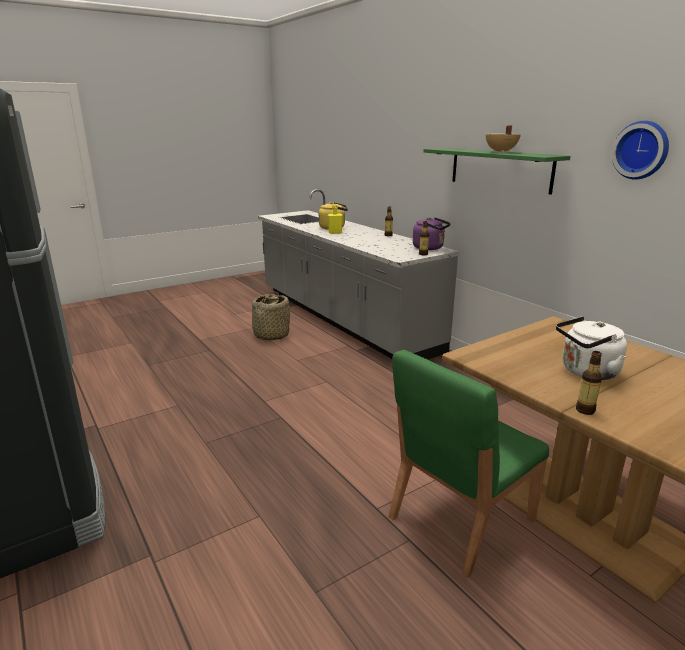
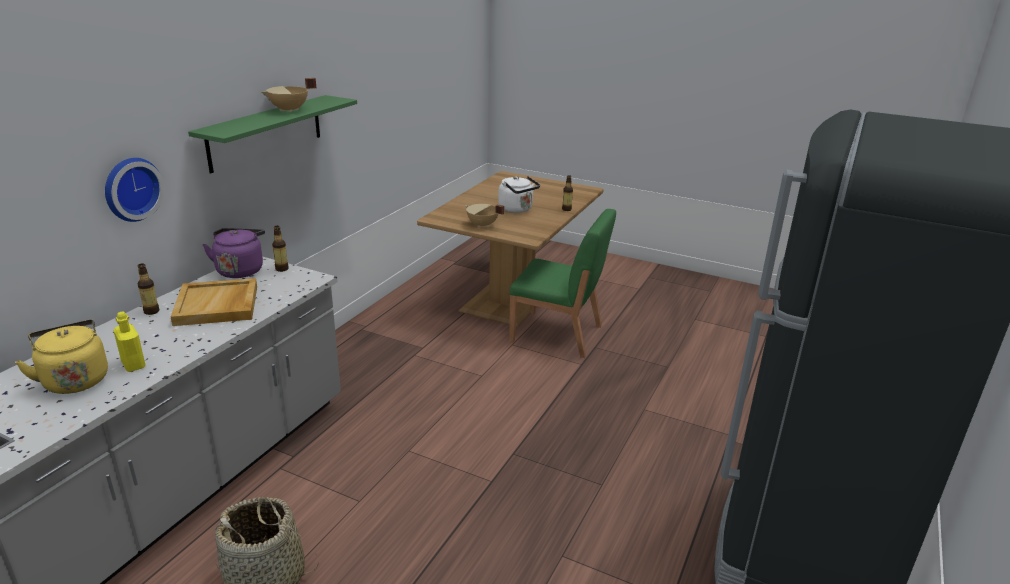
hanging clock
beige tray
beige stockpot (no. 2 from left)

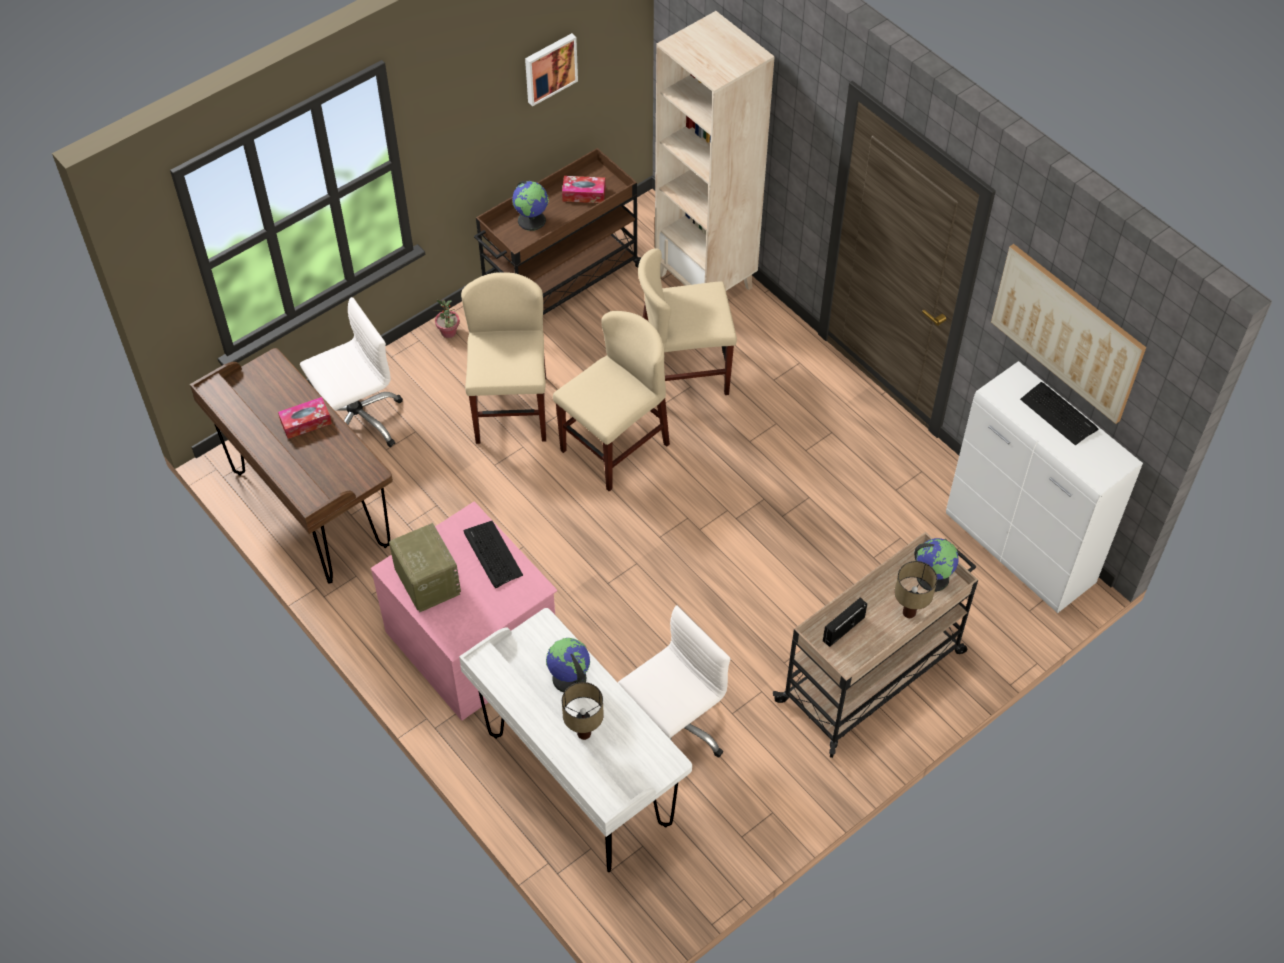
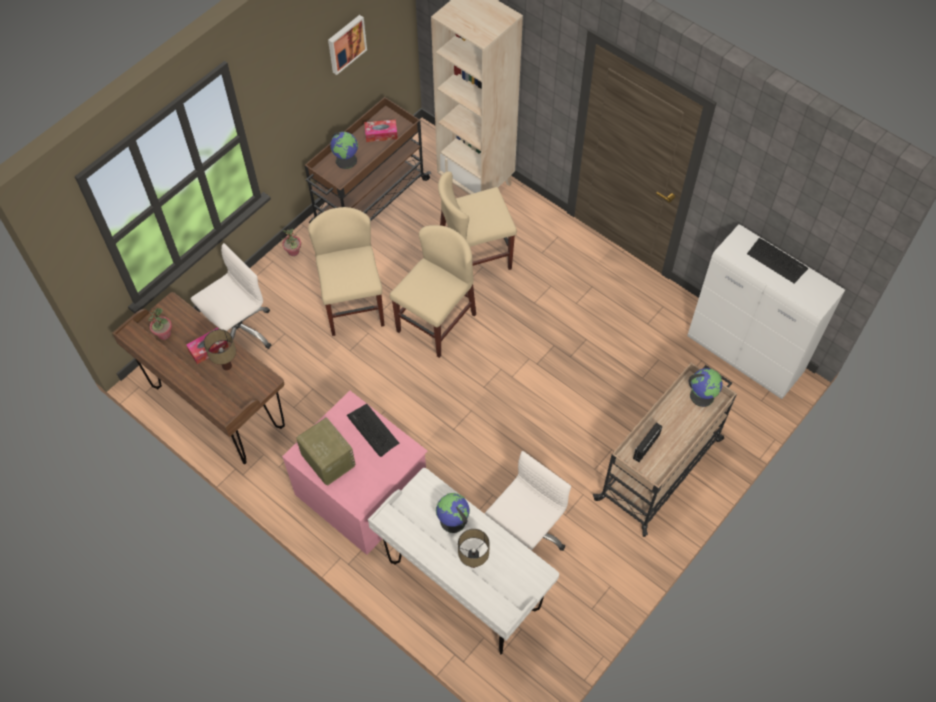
lamp for a table (no. 1 from left)
wall art (no. 2 from left in the first image)
potted plant (no. 1 from left)

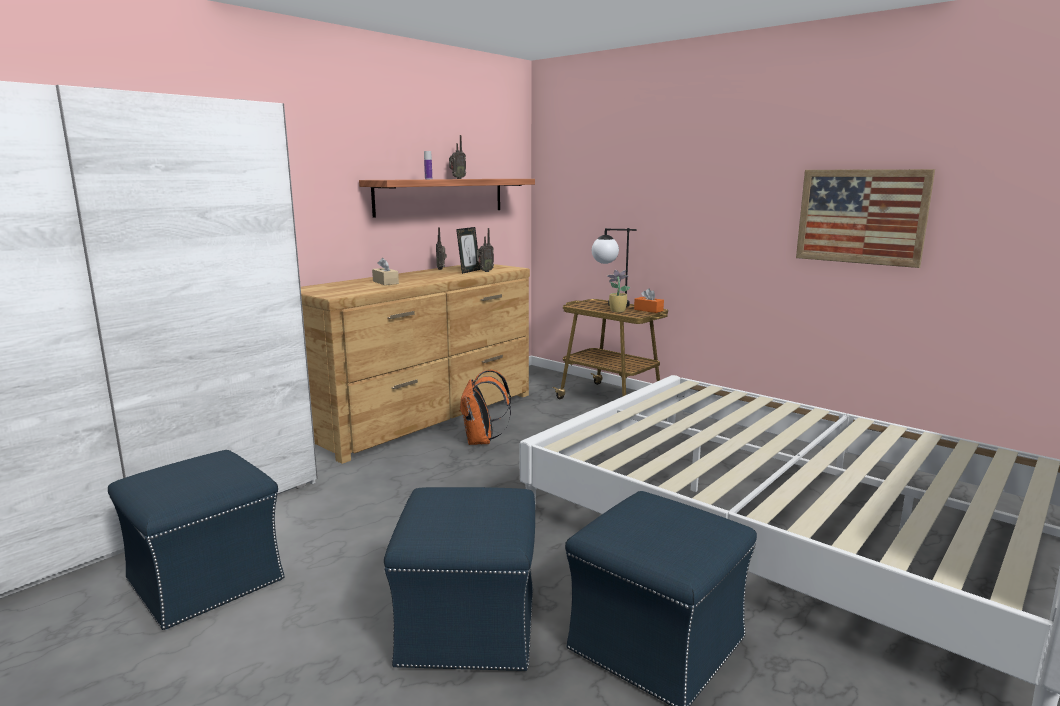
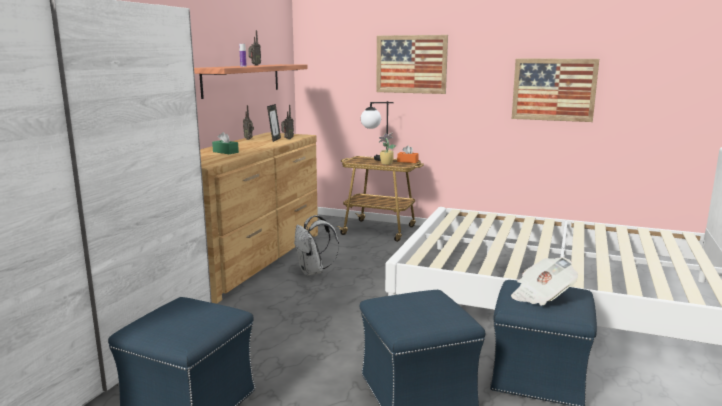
green-coloured tissue box
white knapsack
wall art (no. 1 from left)
newspaper

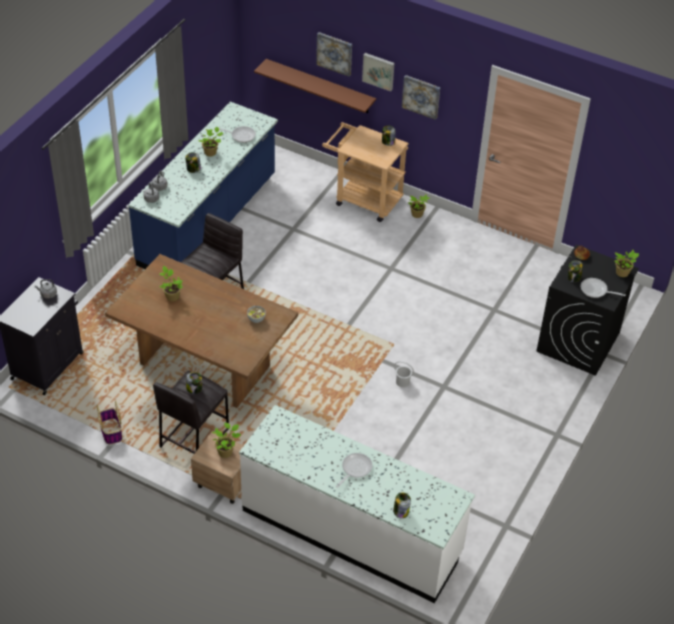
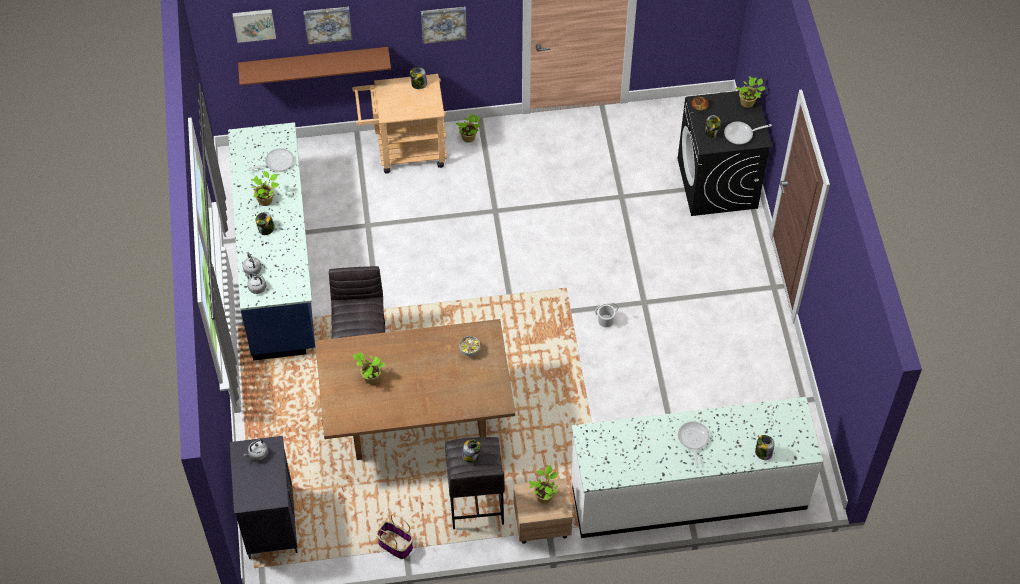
wall art (no. 1 from left)

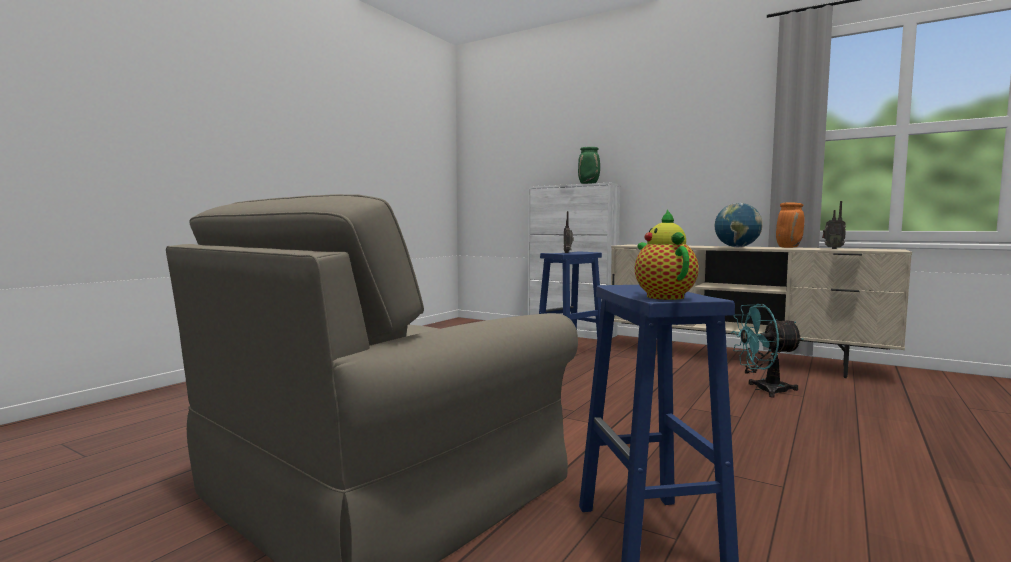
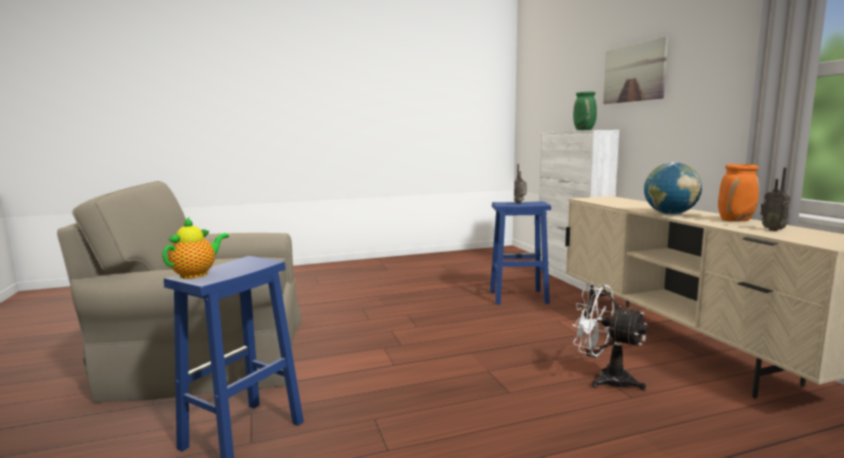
white fan
wall art

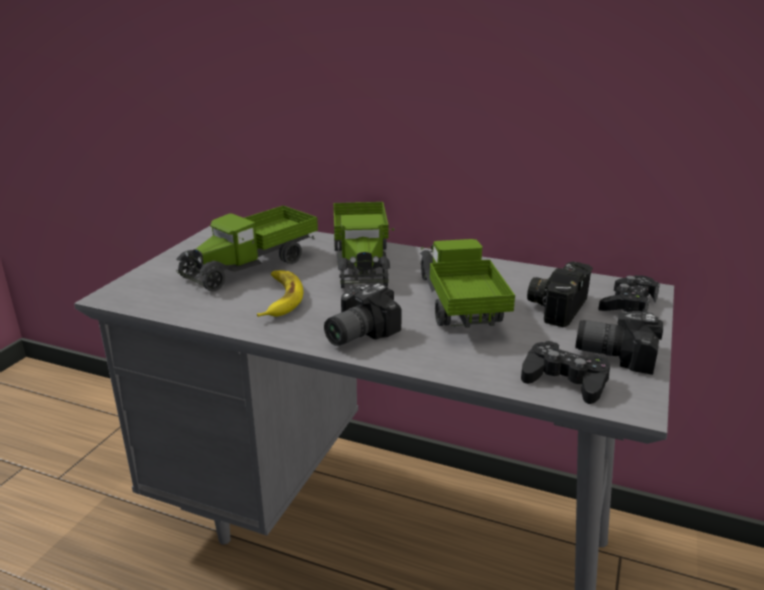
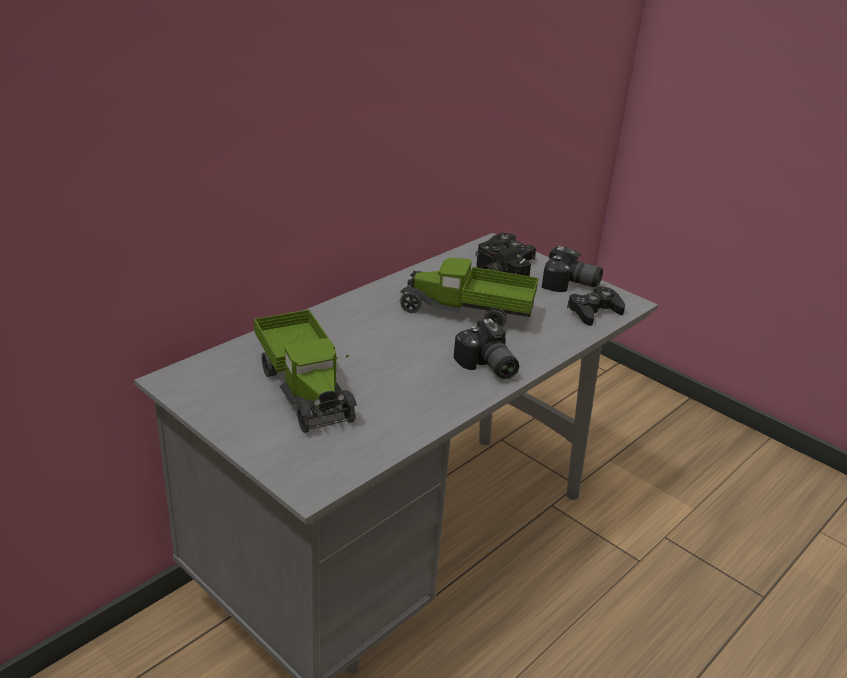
banana fruit
toy truck (no. 2 from left in the first image)
still camera (no. 3 from left)

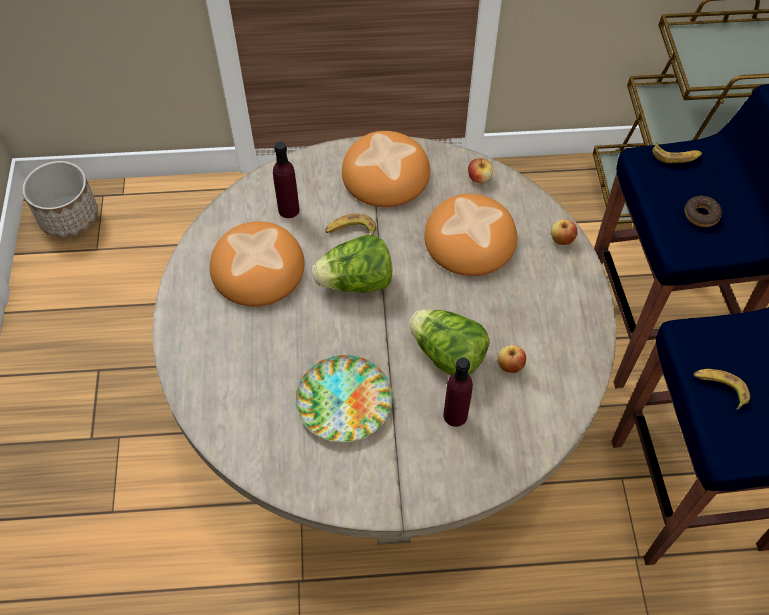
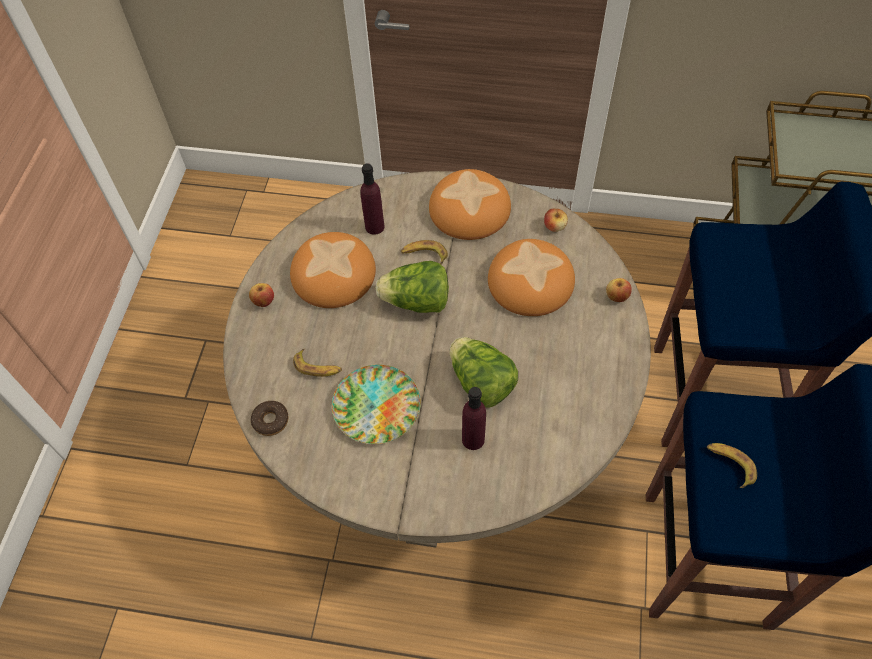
flower pot
apple fruit (no. 1 from left)
banana fruit (no. 1 from left)
donut

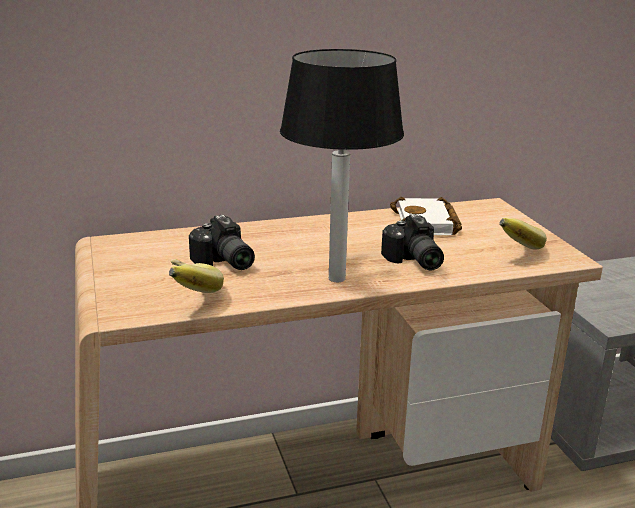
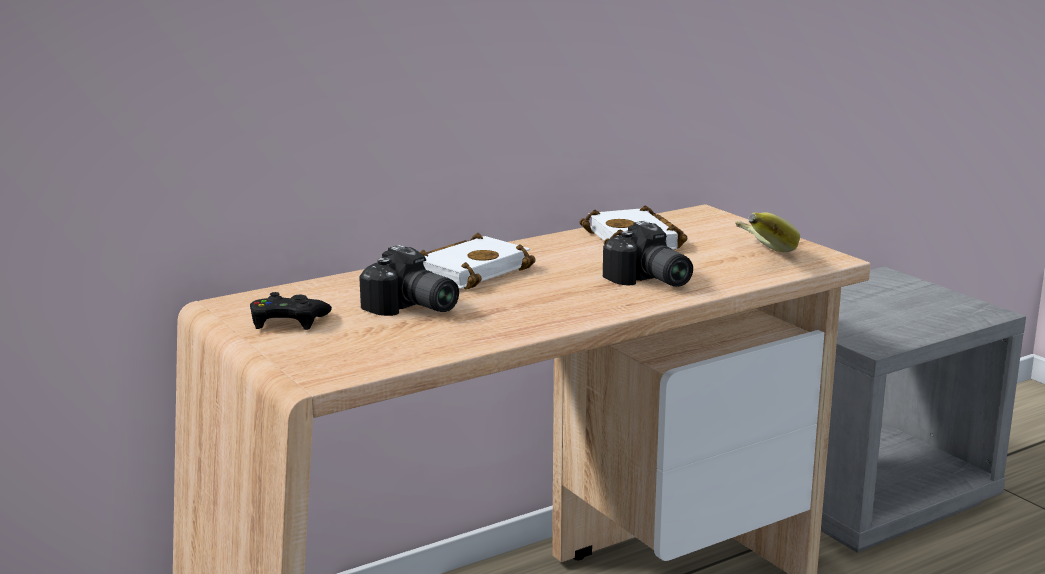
banana fruit (no. 1 from left in the first image)
lamp for a table
blackish joypad
white book (no. 1 from left)

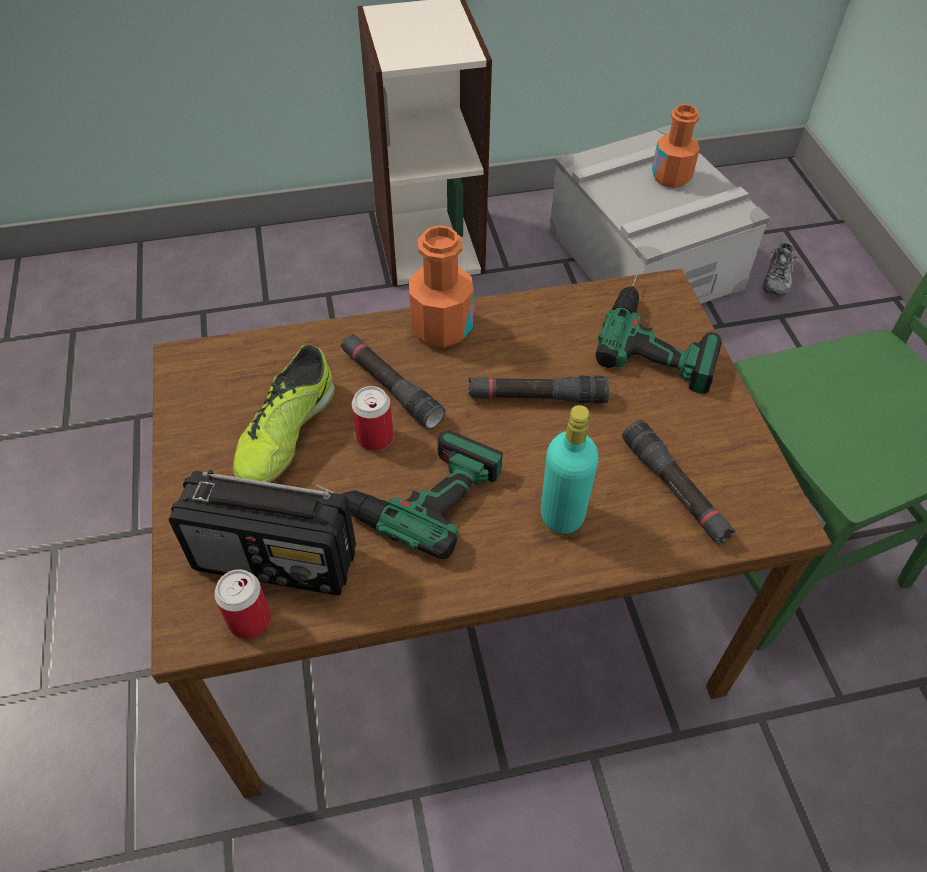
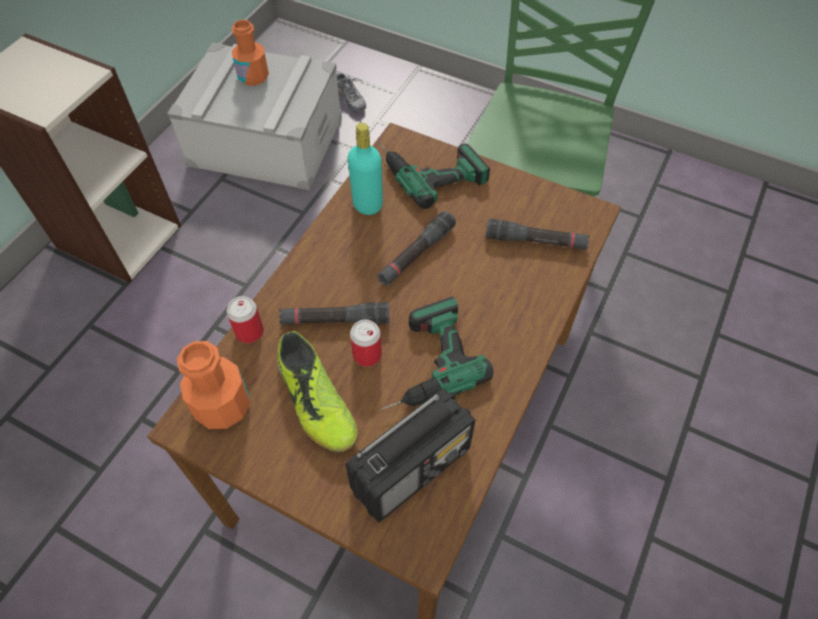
sealed can (no. 1 from left)
orange bottle (no. 1 from left)
turquoise-coloured bottle

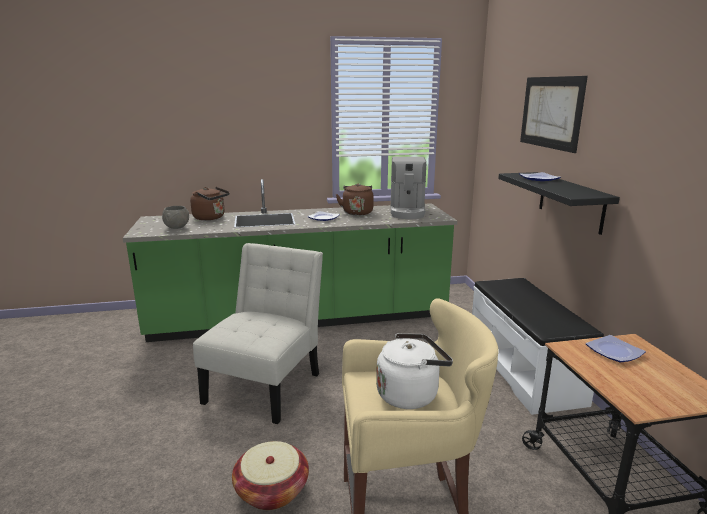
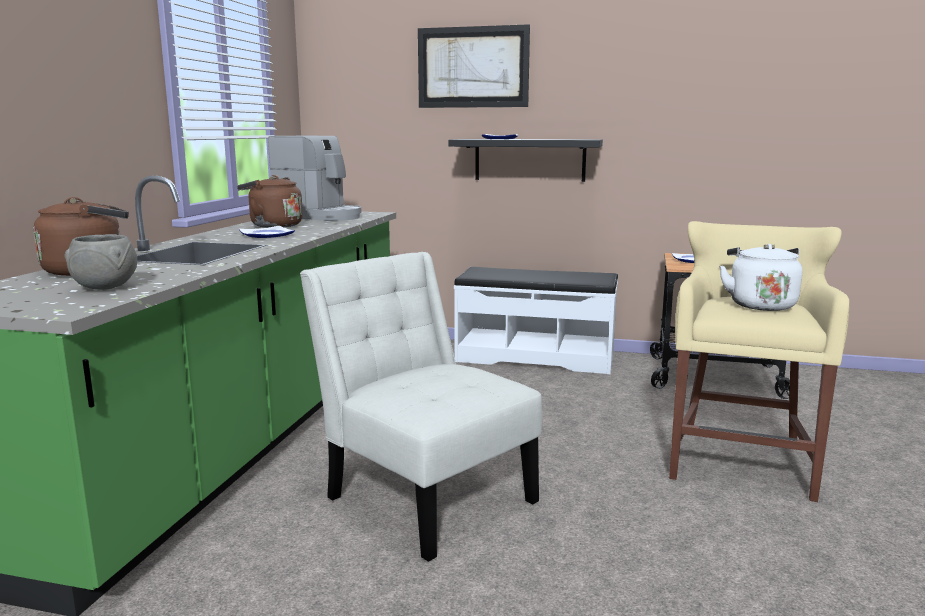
household basket

